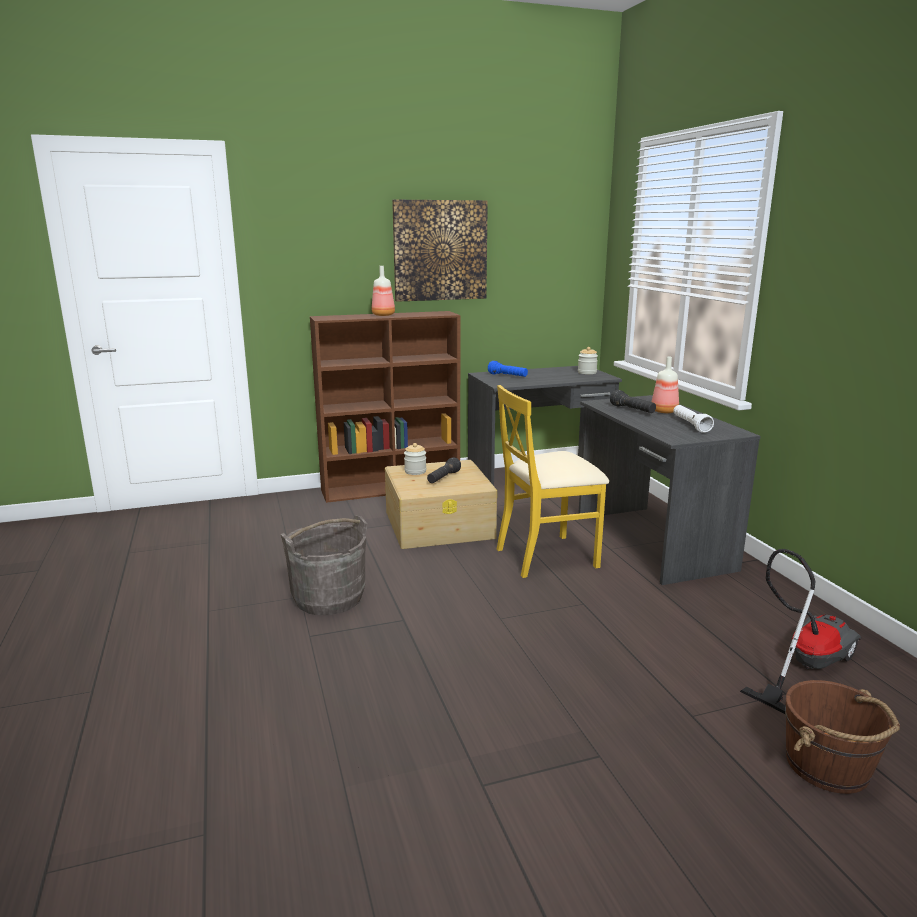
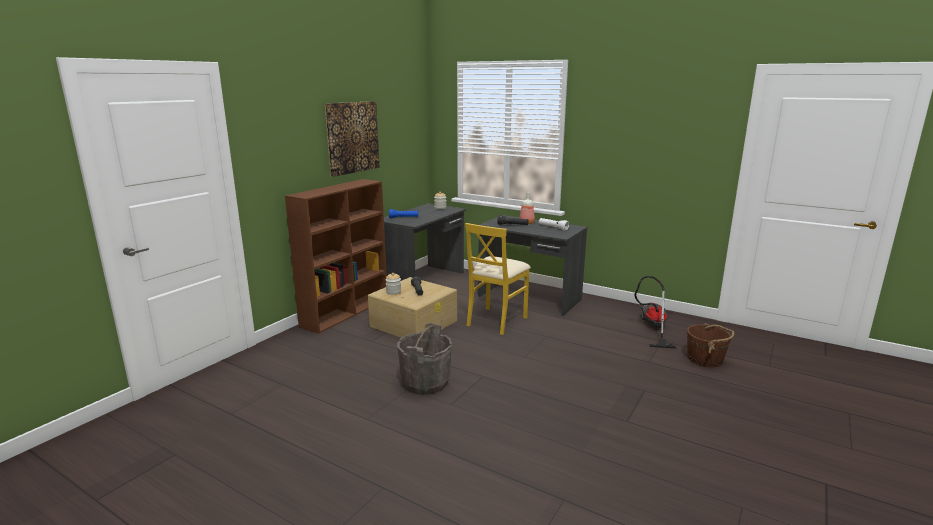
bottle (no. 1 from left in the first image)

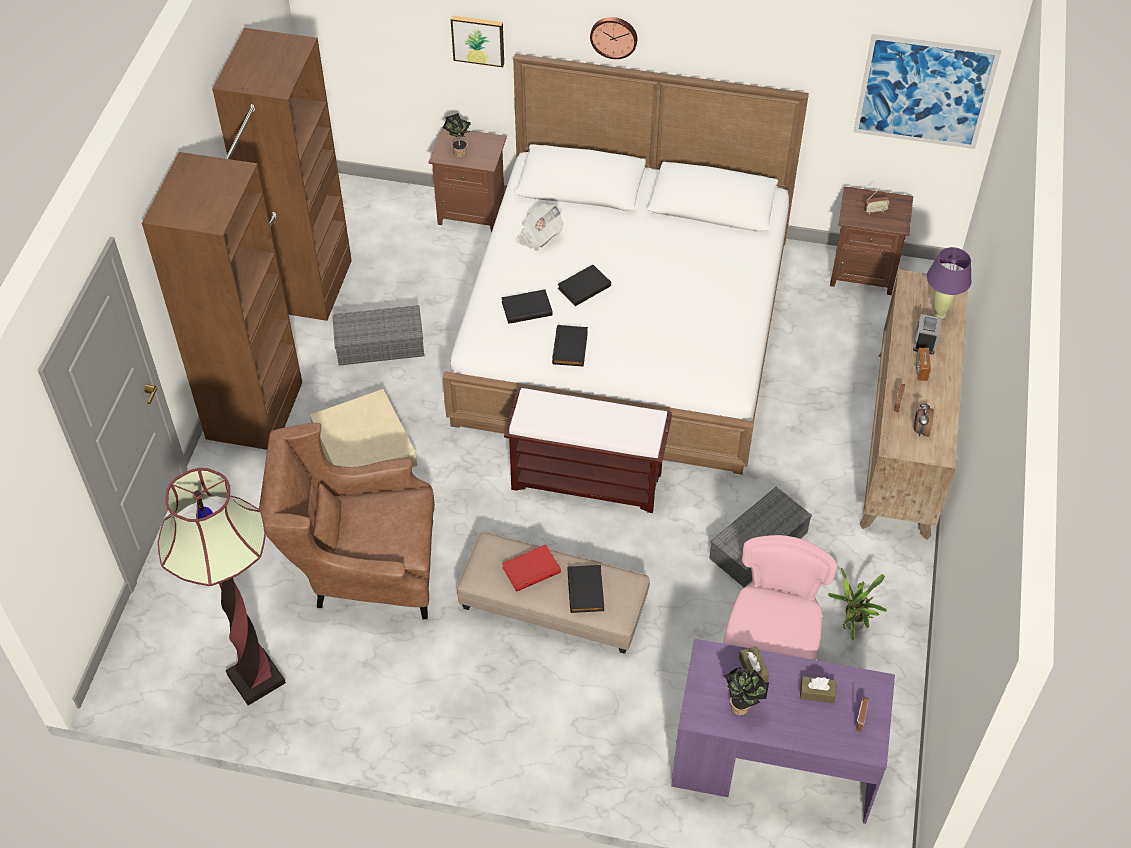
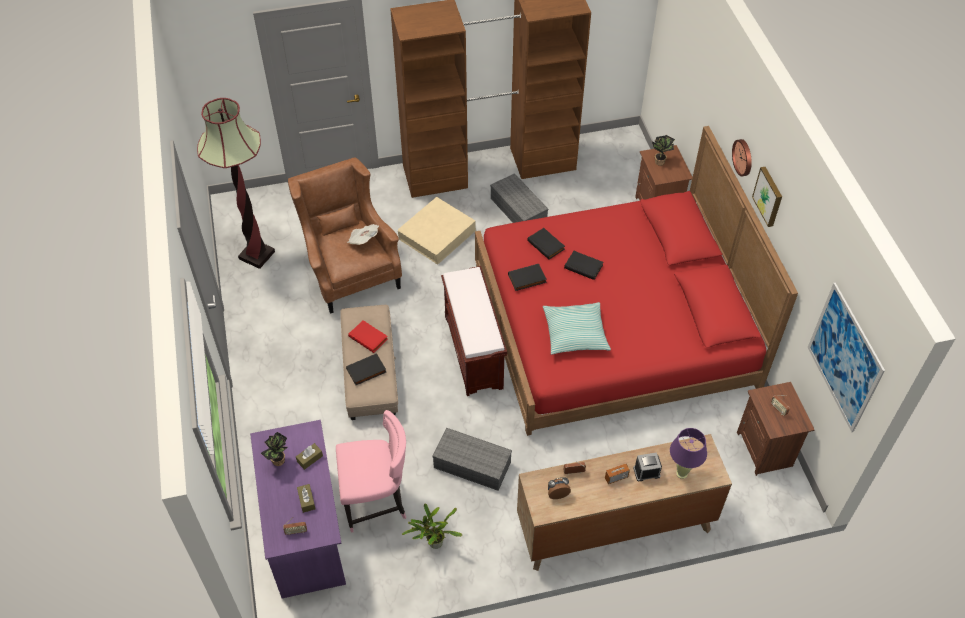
red-coloured sleeping bed
wall art (no. 1 from left)
newspaper
pillow

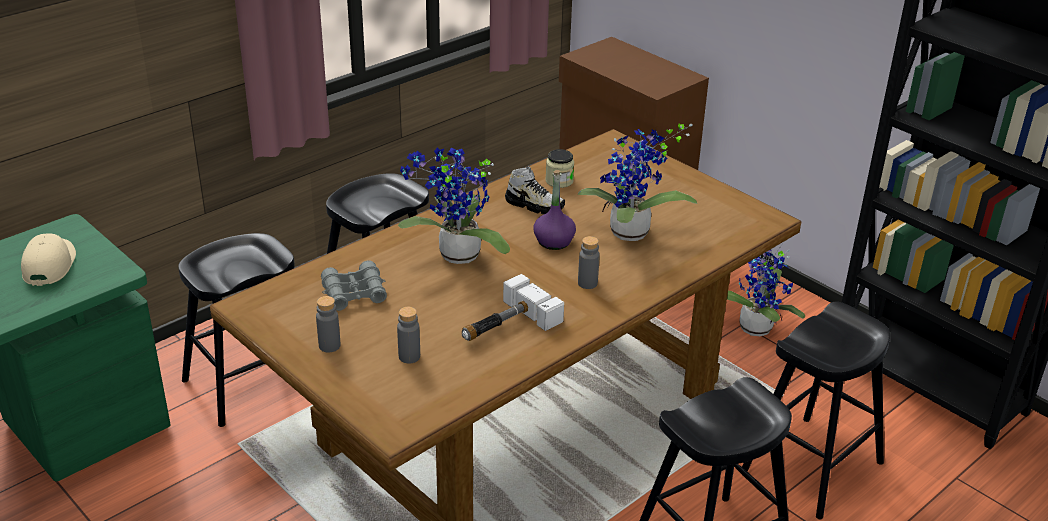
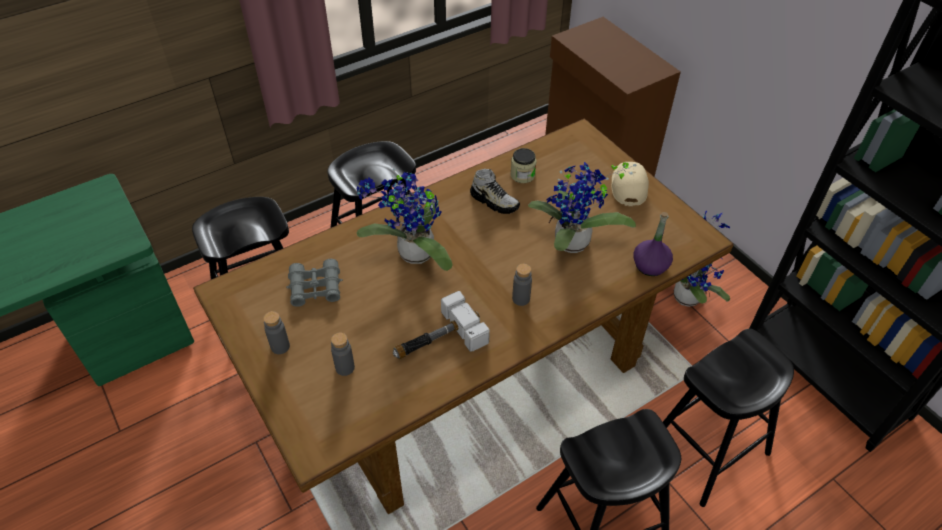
beige peaked cap
purple bottle

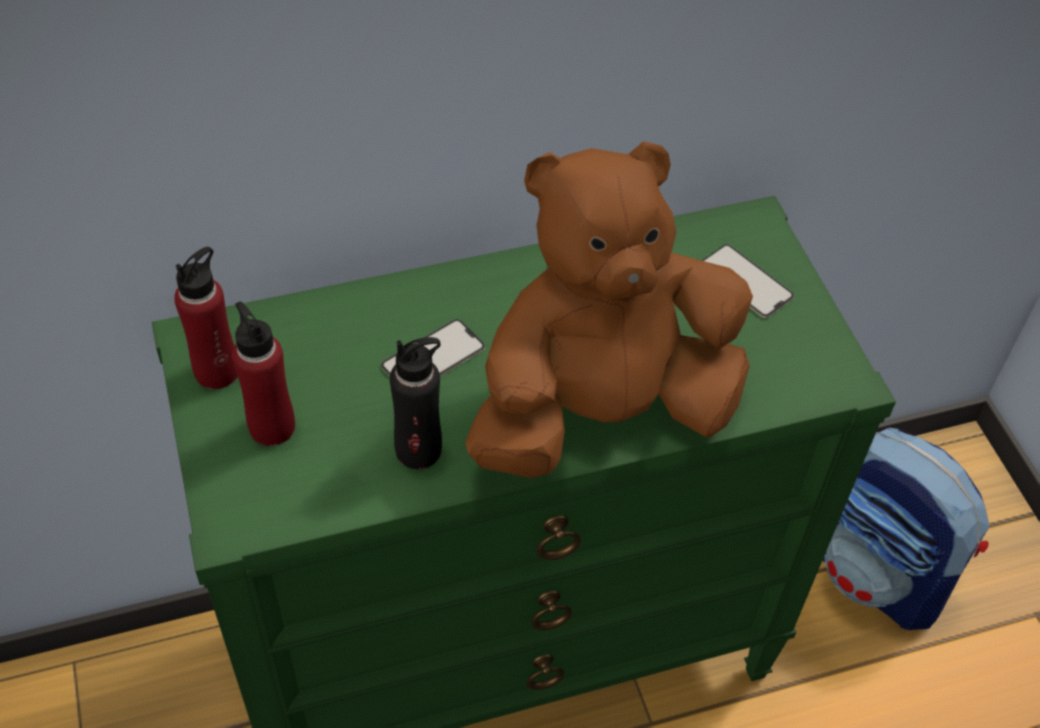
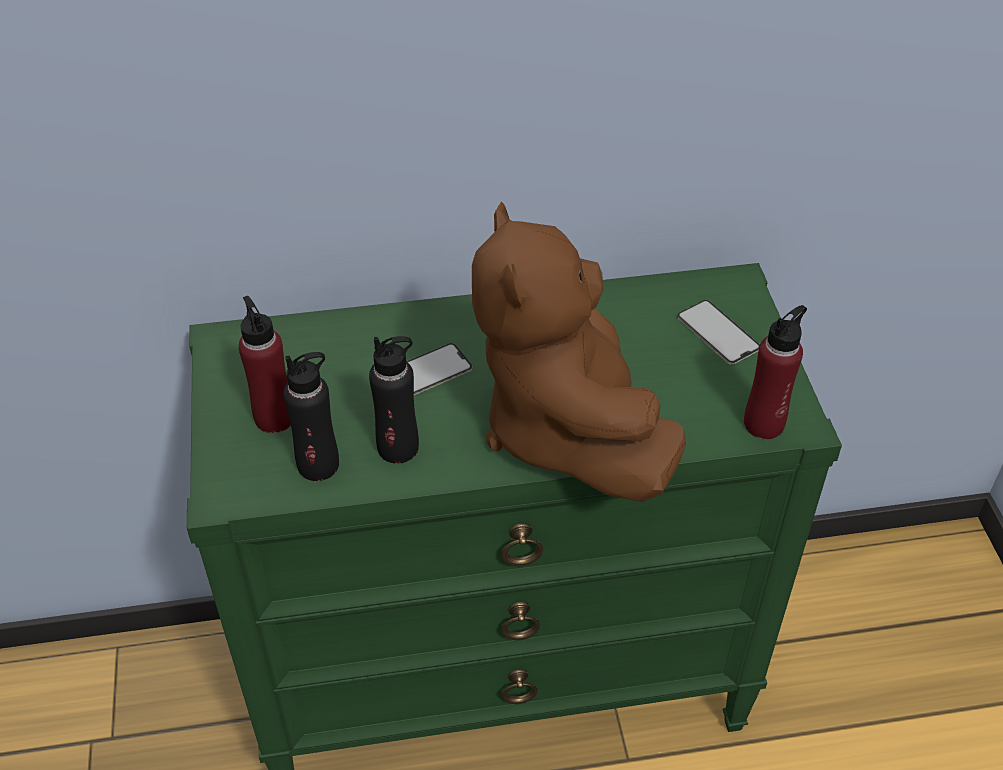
red-coloured bottle (no. 2 from left)
brownish soft toy
knapsack
blackish bottle (no. 1 from left)

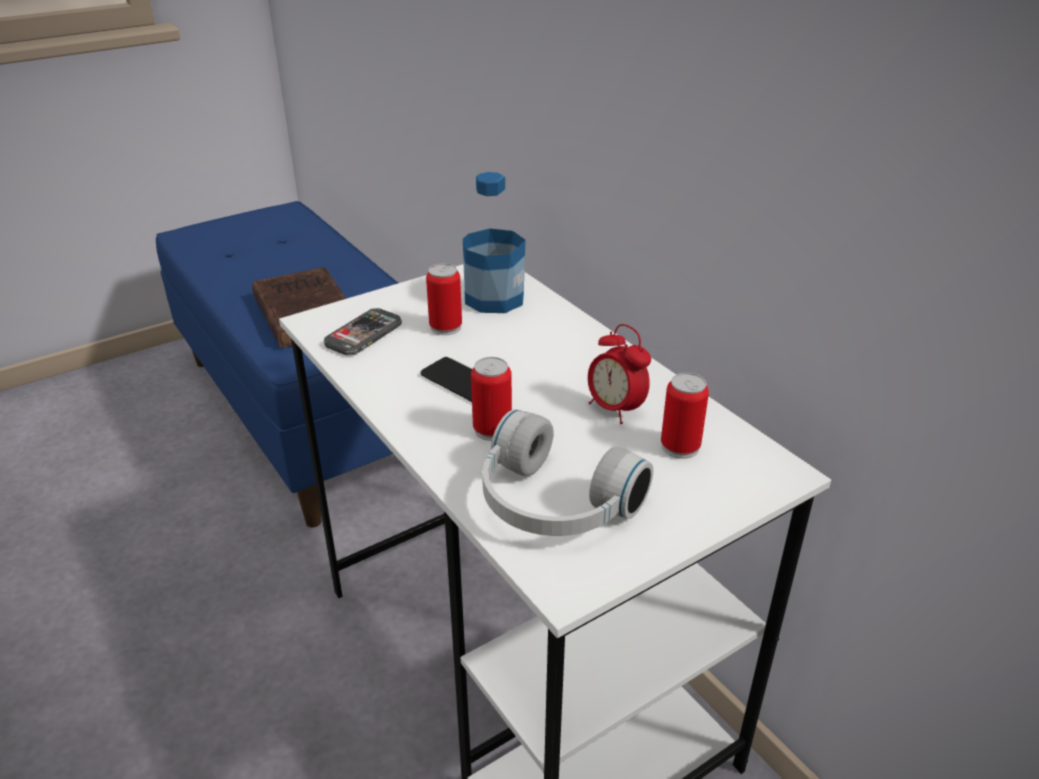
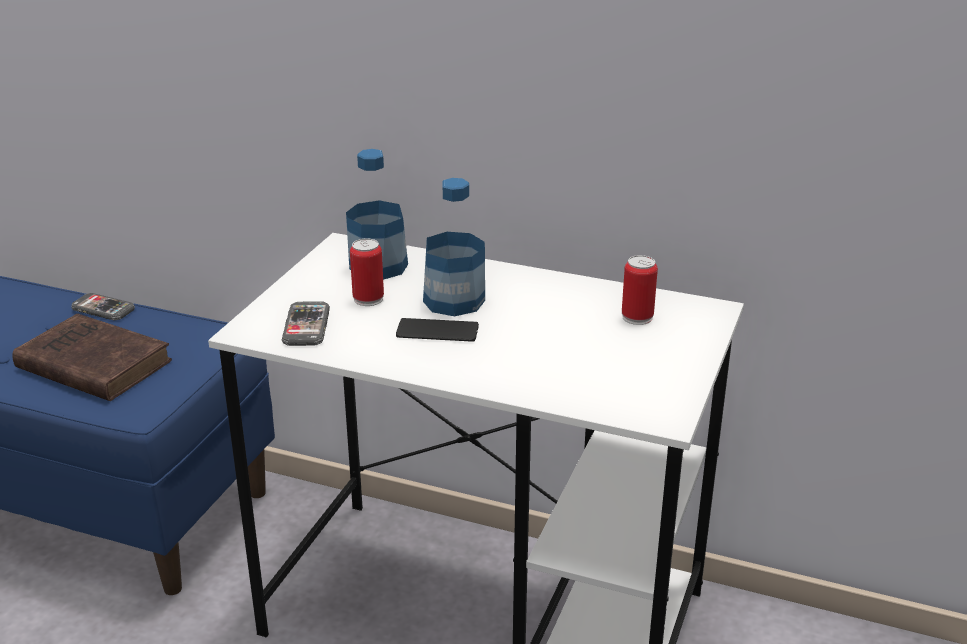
sealed can (no. 2 from left in the first image)
white headset
table clock
handset (no. 1 from left)
bottle (no. 2 from left)

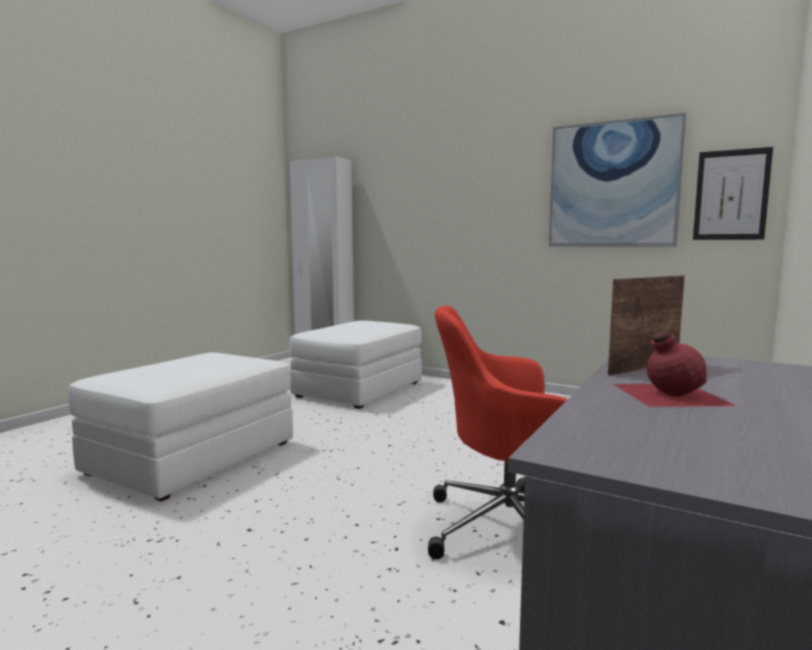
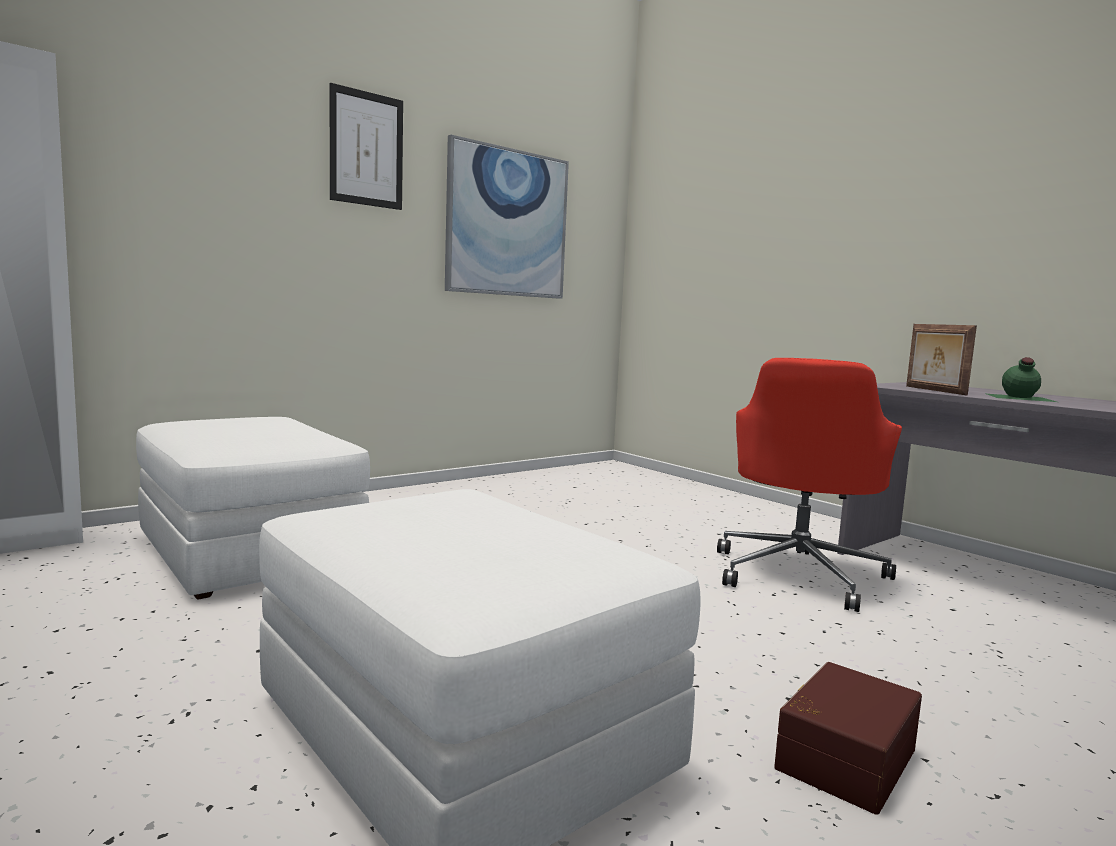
green-coloured bottle
wall art (no. 1 from left)
brownish storage box

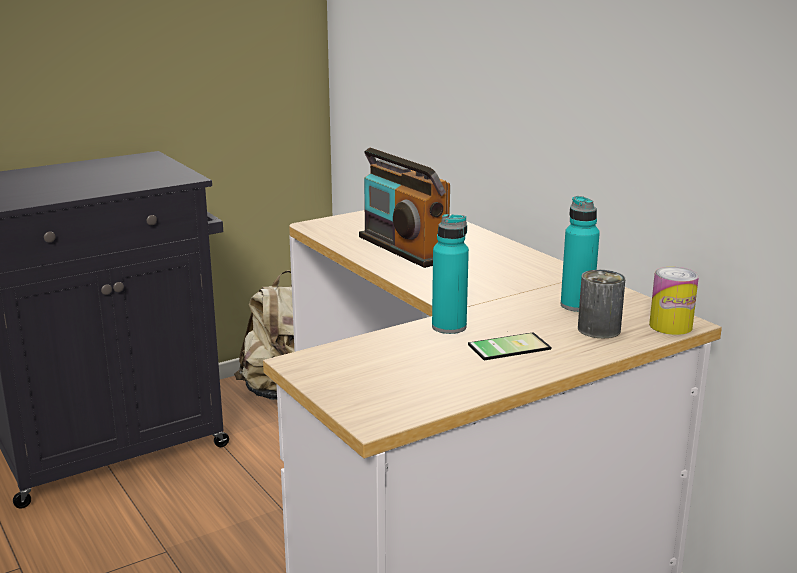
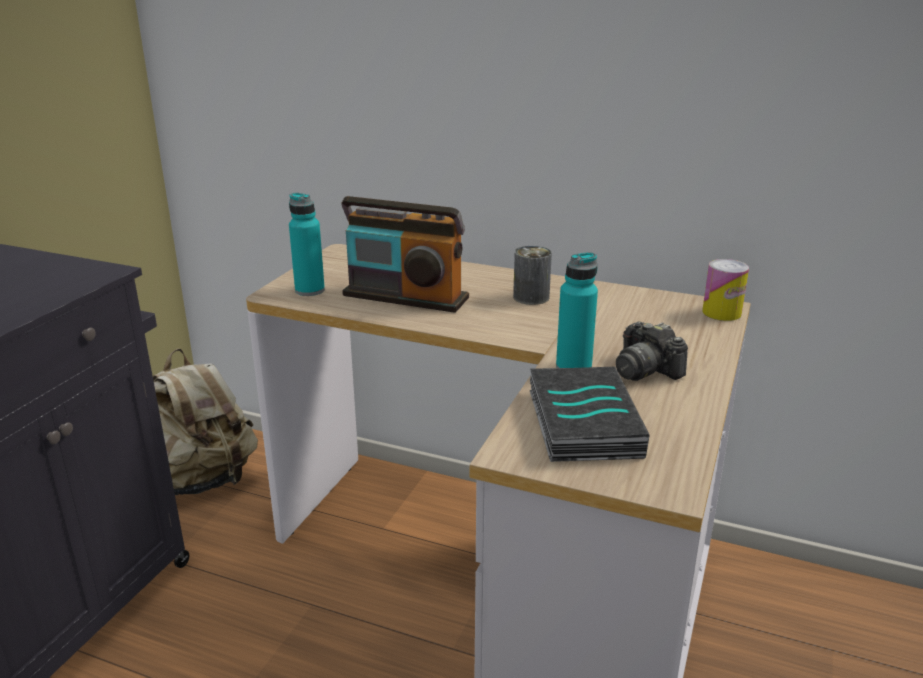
still camera
turquoise-coloured bottle (no. 1 from left)
sealed can (no. 1 from left)
book

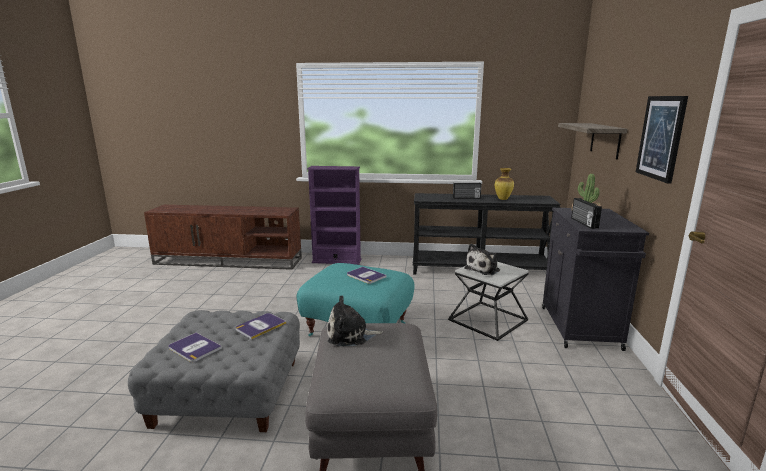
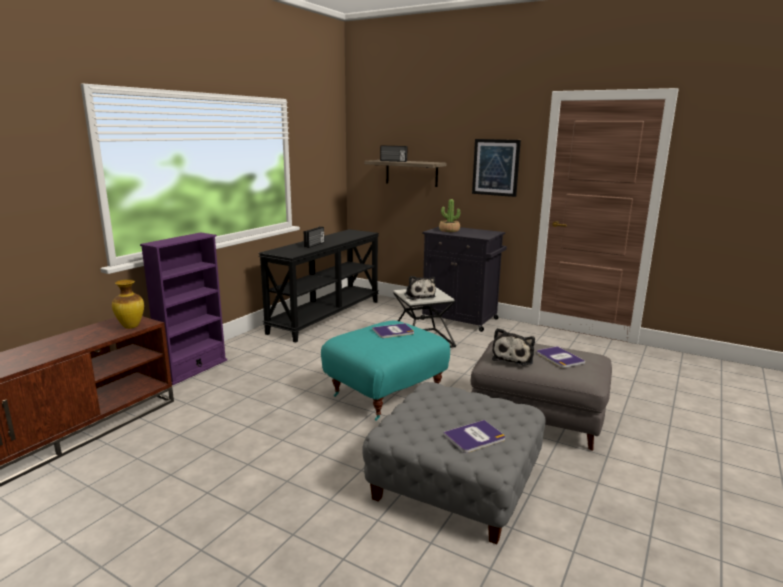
book (no. 3 from left)
flower vase
radio receiver (no. 2 from left)

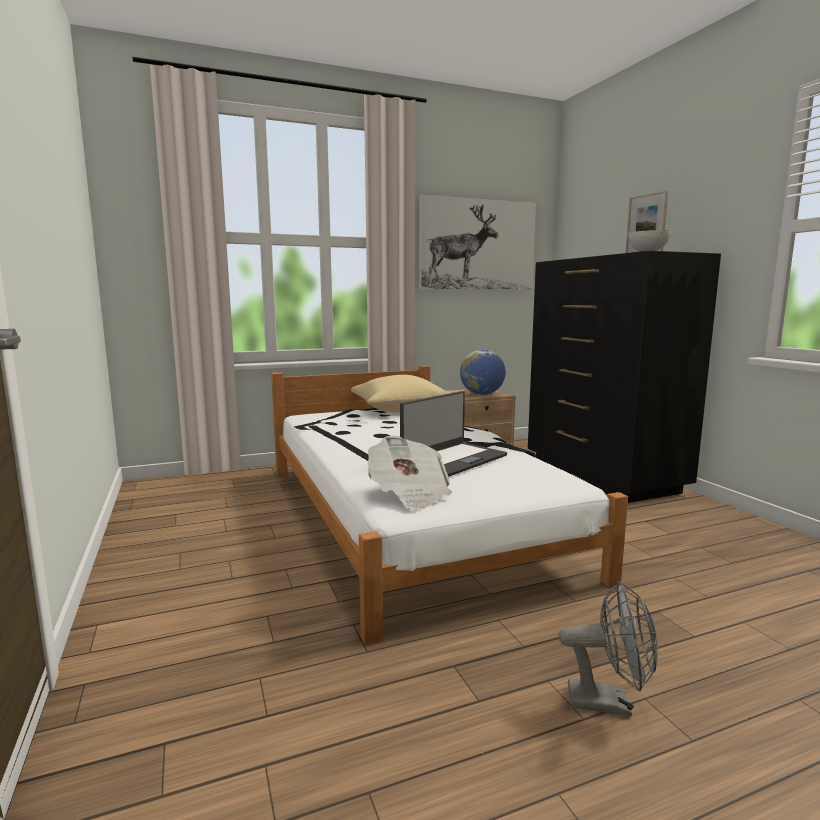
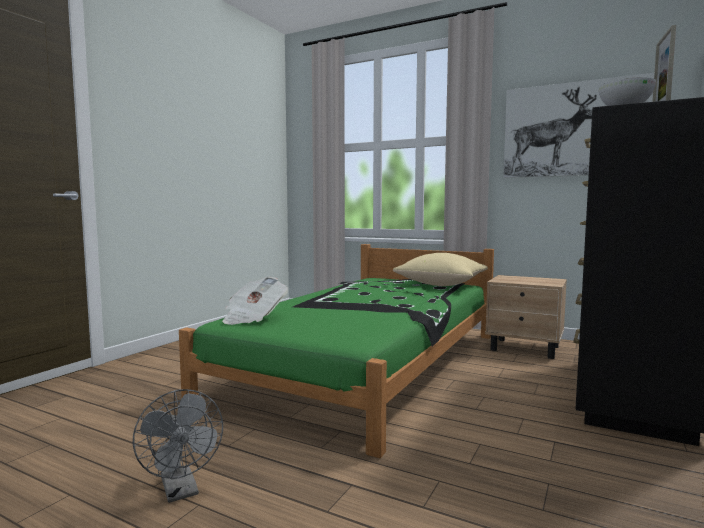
green-coloured sleeping bed
notebook computer
desk globe

